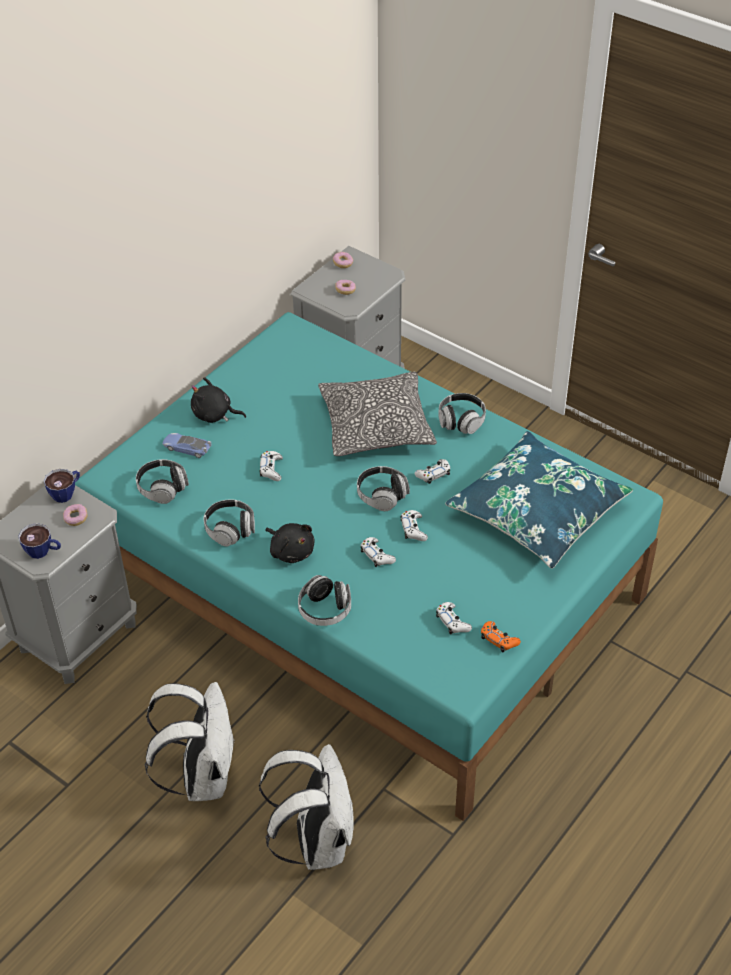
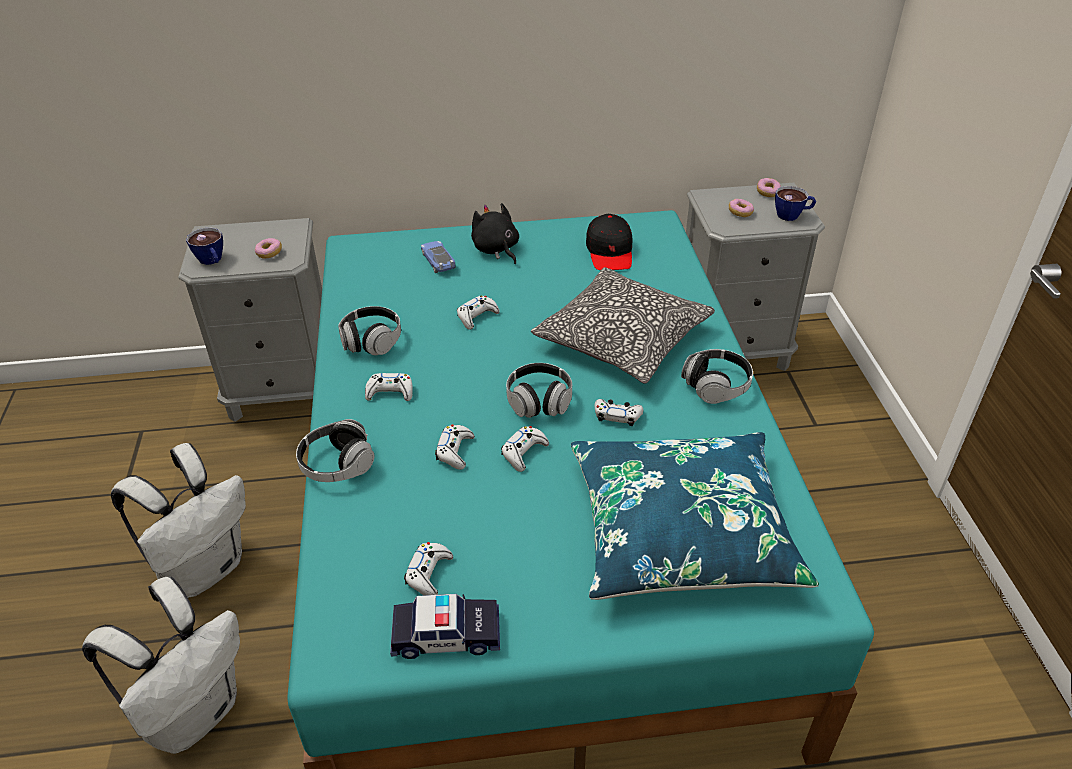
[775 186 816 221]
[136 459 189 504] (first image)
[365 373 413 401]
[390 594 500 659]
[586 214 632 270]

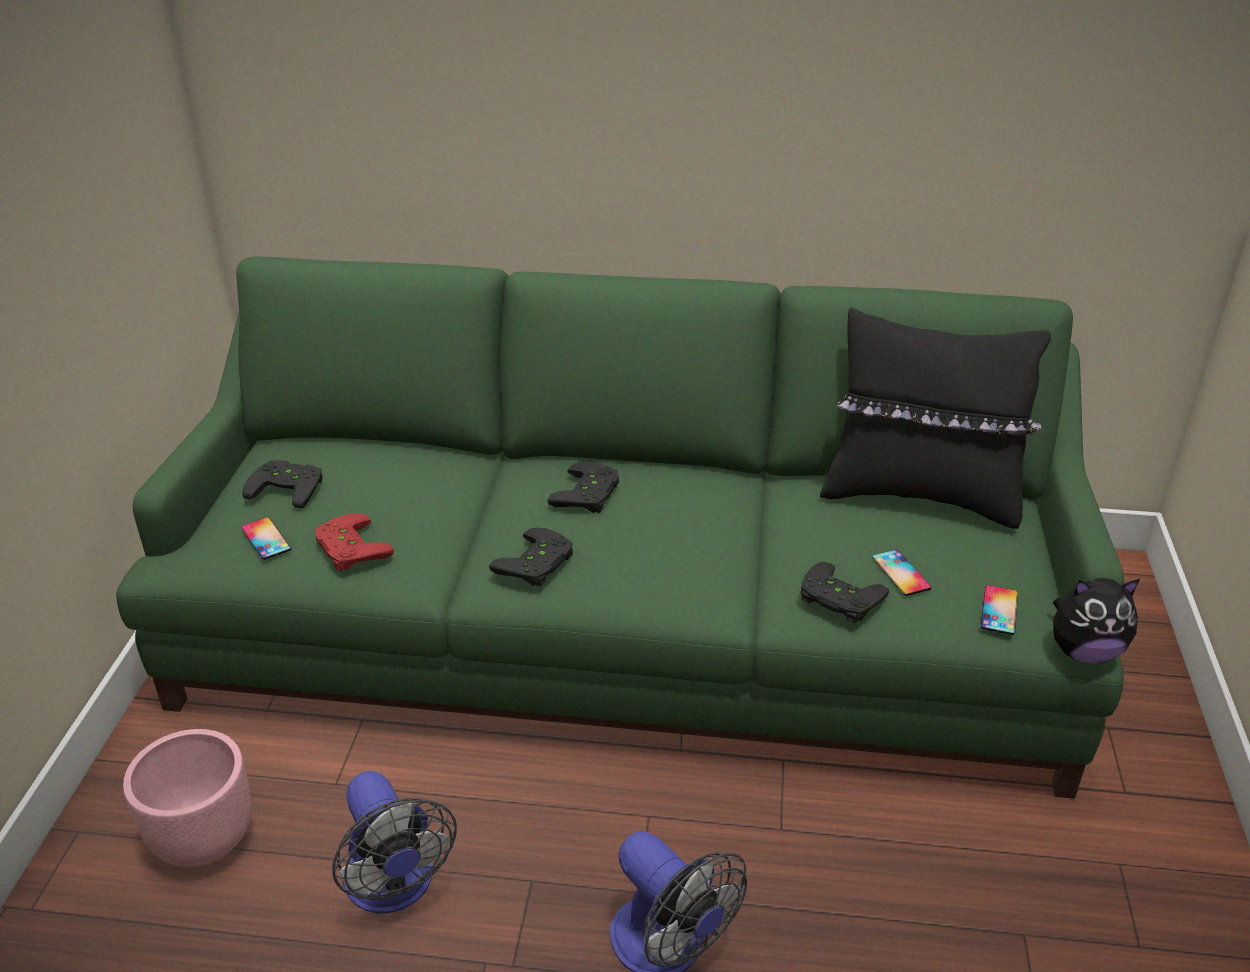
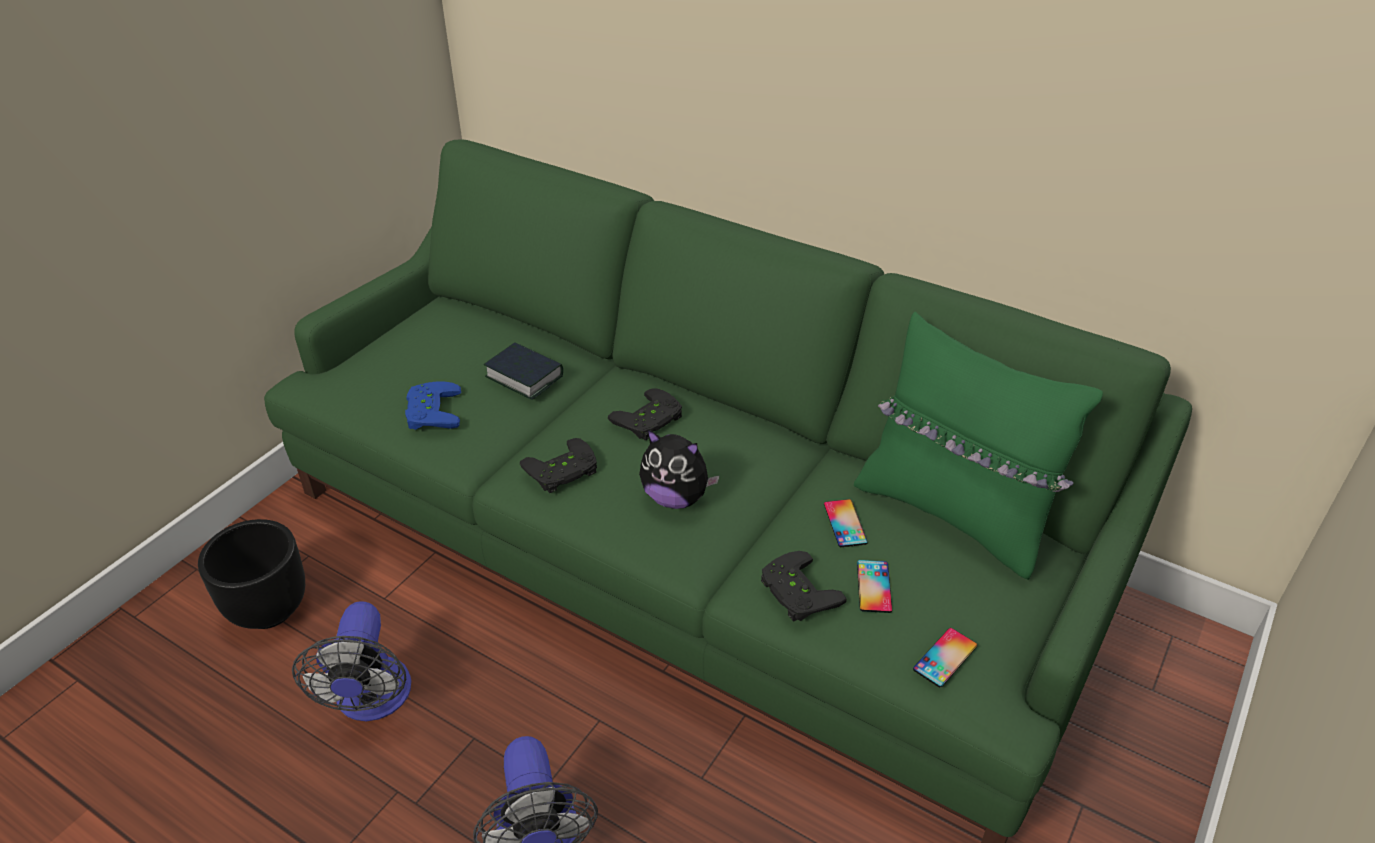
[198 519 305 629]
[824 499 868 547]
[242 460 323 508] (first image)
[405 381 461 430]
[854 312 1103 580]
[639 429 720 509]
[484 342 563 400]

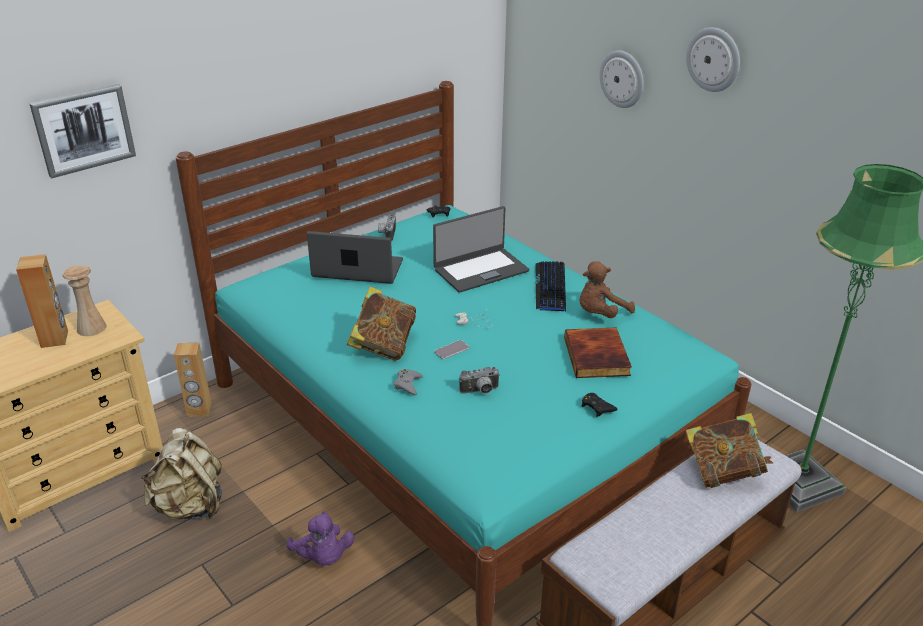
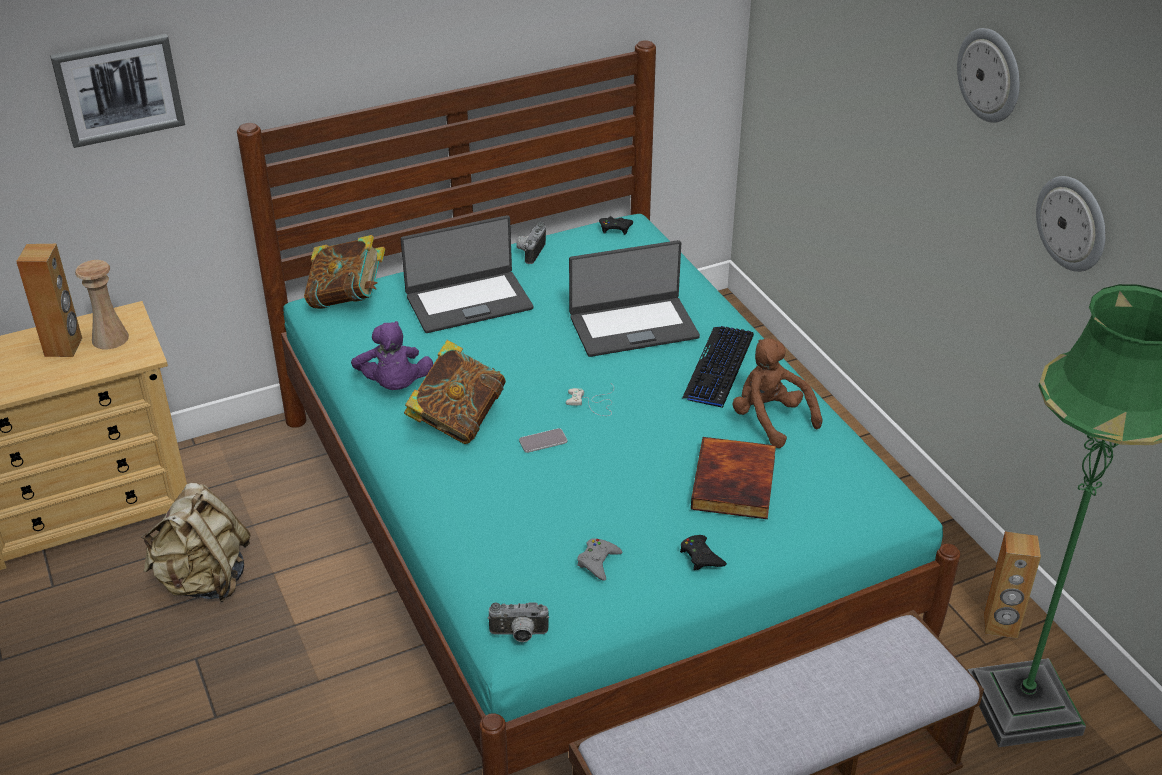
[984 532 1041 638]
[351 321 433 390]
[400 215 534 333]
[577 539 622 581]
[488 602 549 642]
[733 338 823 448]
[1036 176 1106 272]
[304 235 385 309]

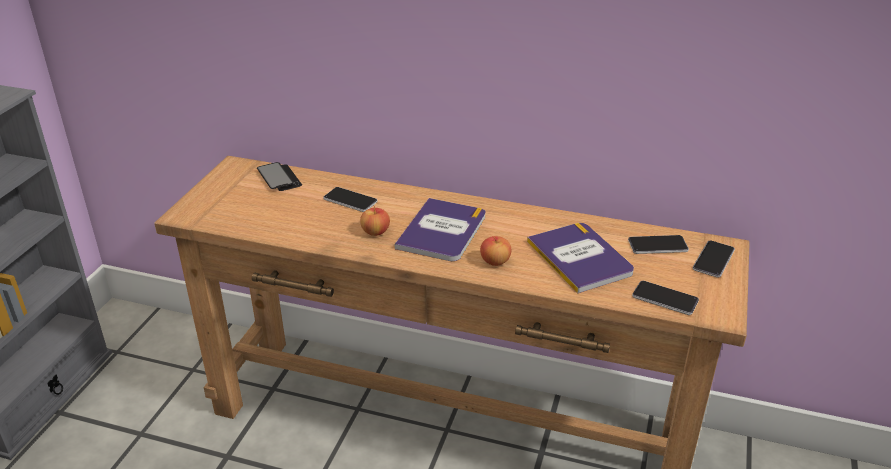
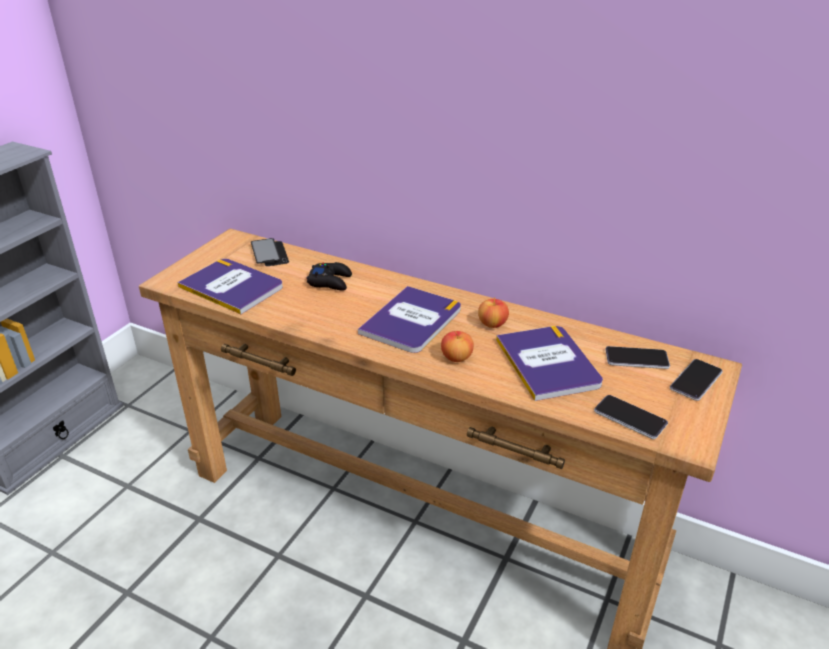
[307 262 352 291]
[478 297 509 328]
[178 259 283 314]

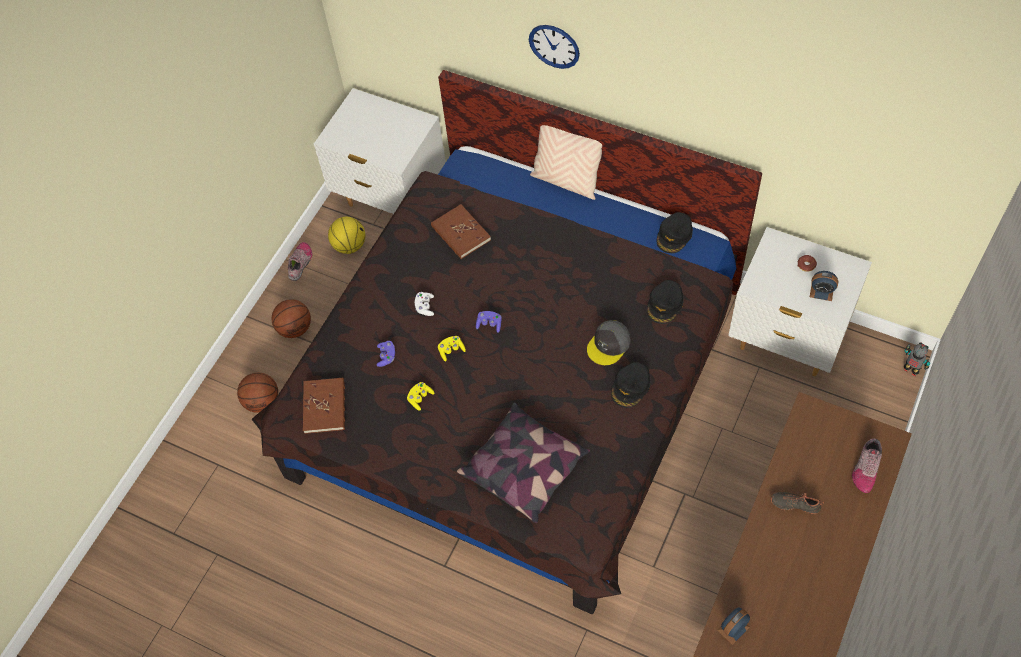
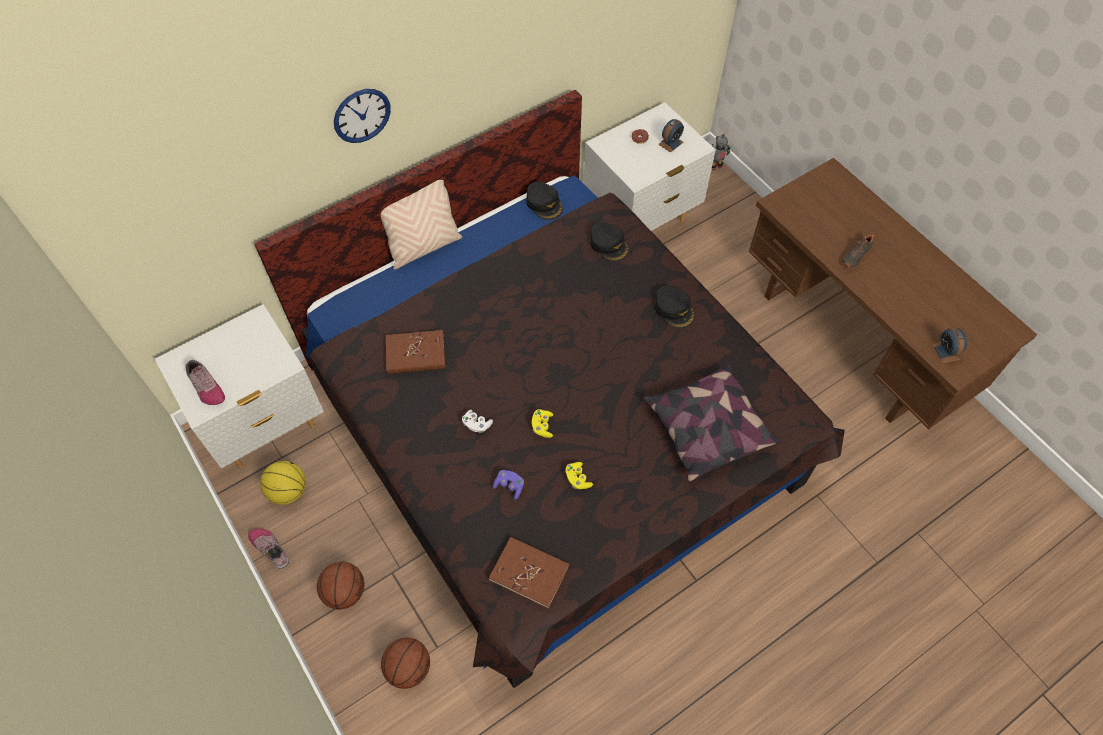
[476 311 502 333] (first image)
[587 320 631 365] (first image)
[186 360 225 405]

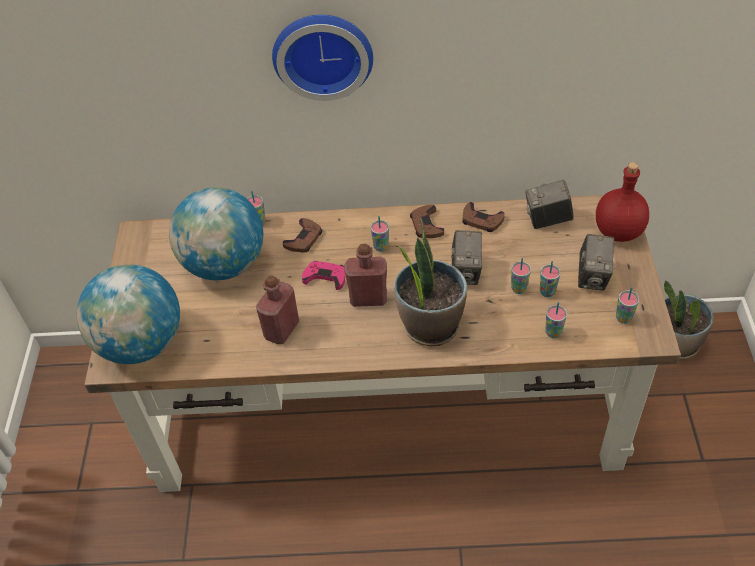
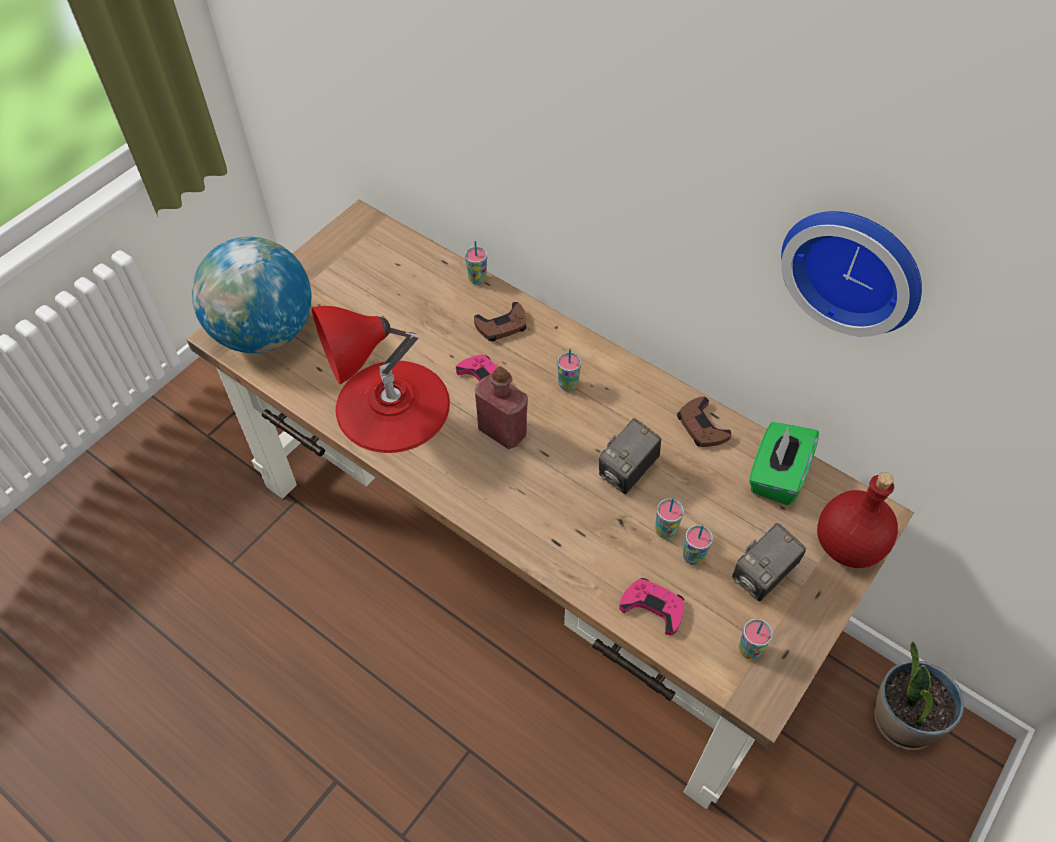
[169 187 263 280] (first image)
[311 306 450 453]
[781 211 922 337]
[394 218 467 346] (first image)
[410 205 444 238] (first image)
[749 422 819 505]
[619 578 684 635]

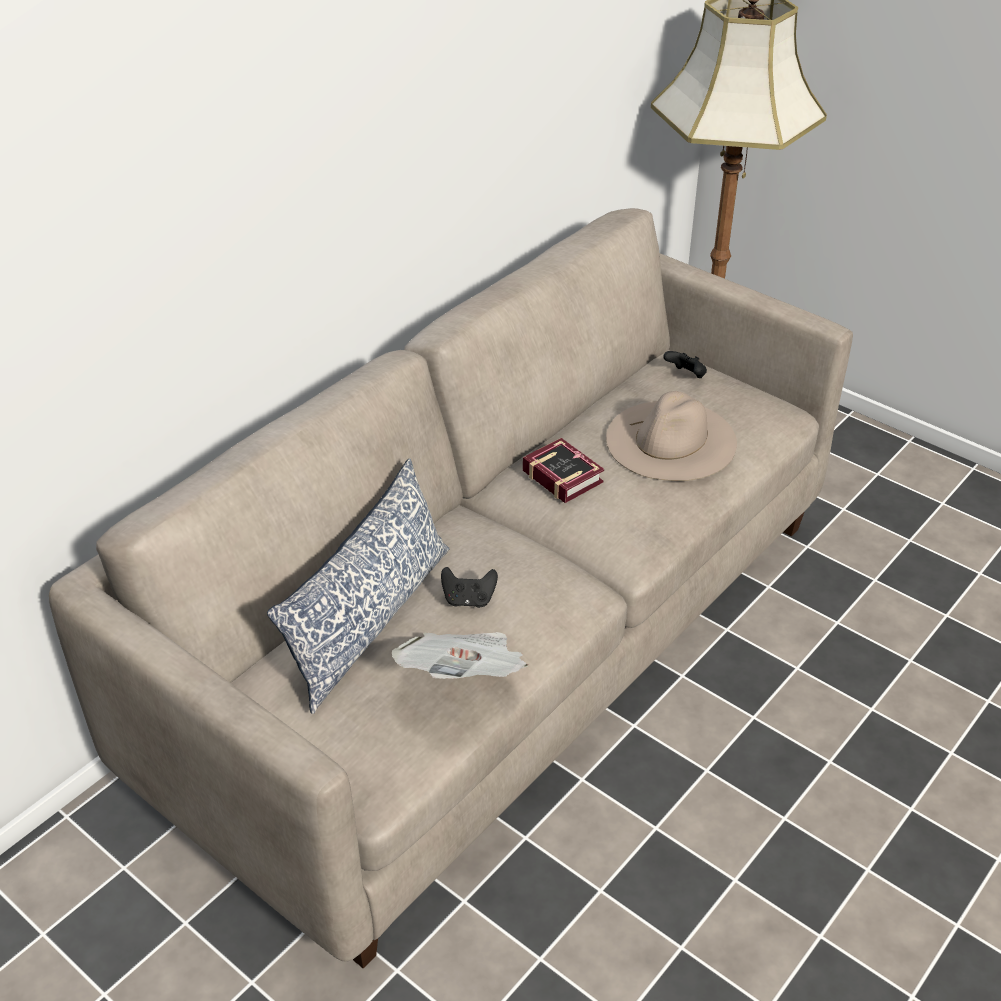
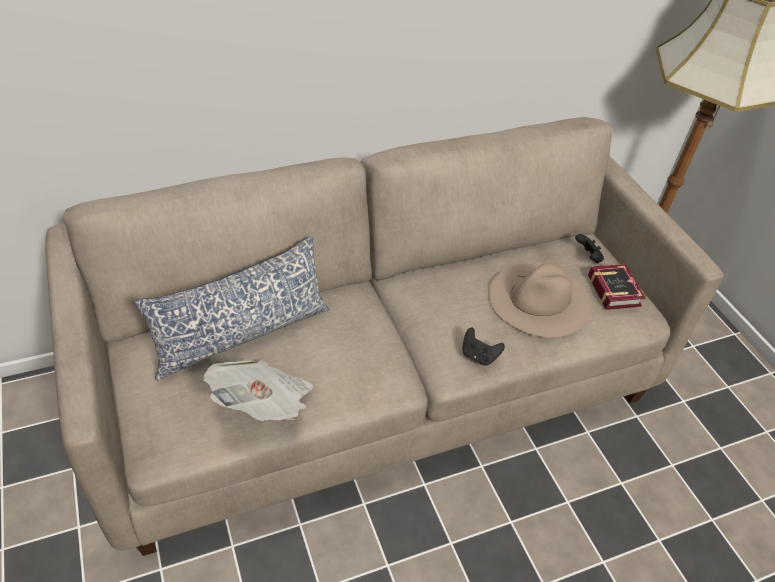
[462 328 505 366]
[588 264 645 310]

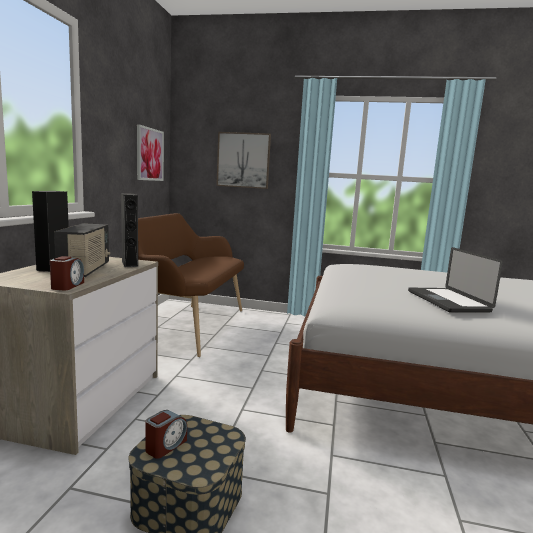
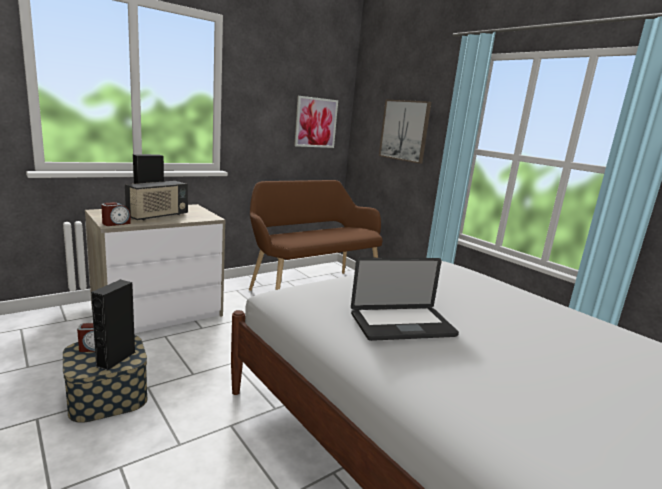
[91 280 135 371]
[351 258 459 341]

